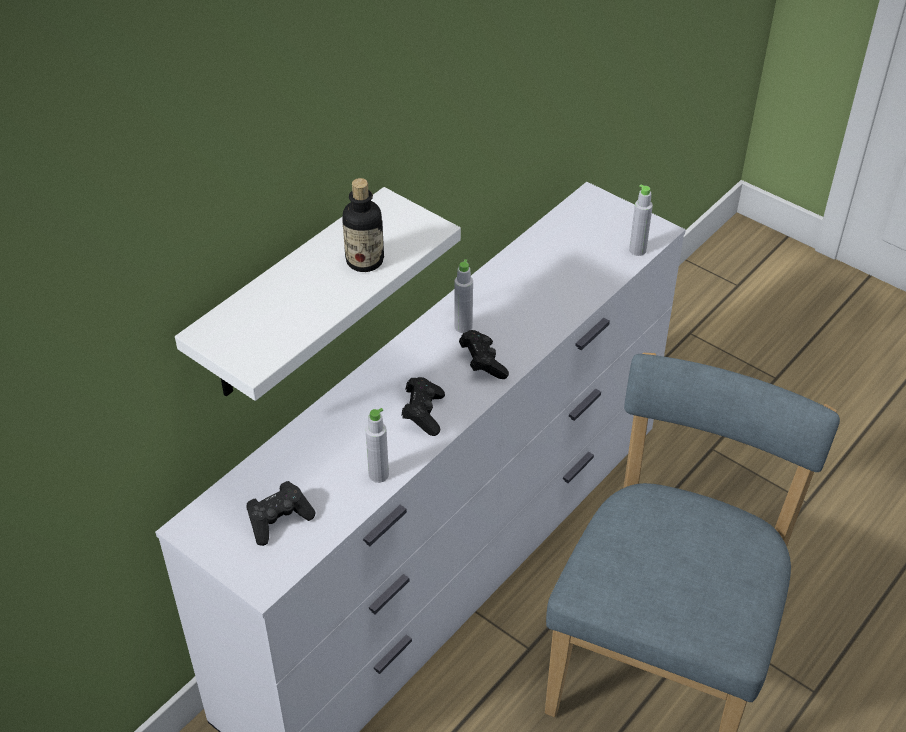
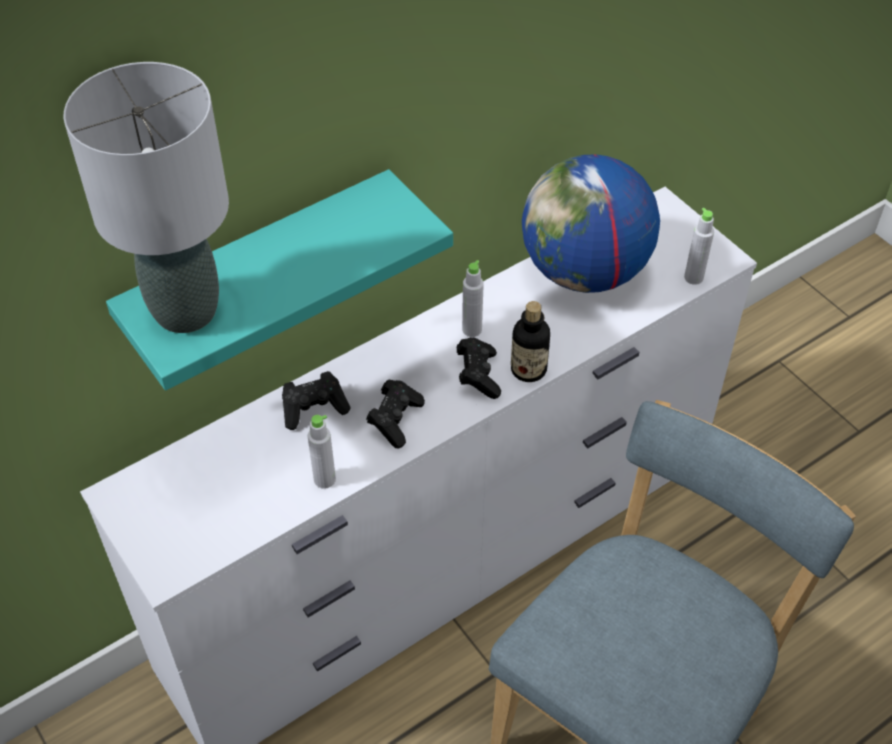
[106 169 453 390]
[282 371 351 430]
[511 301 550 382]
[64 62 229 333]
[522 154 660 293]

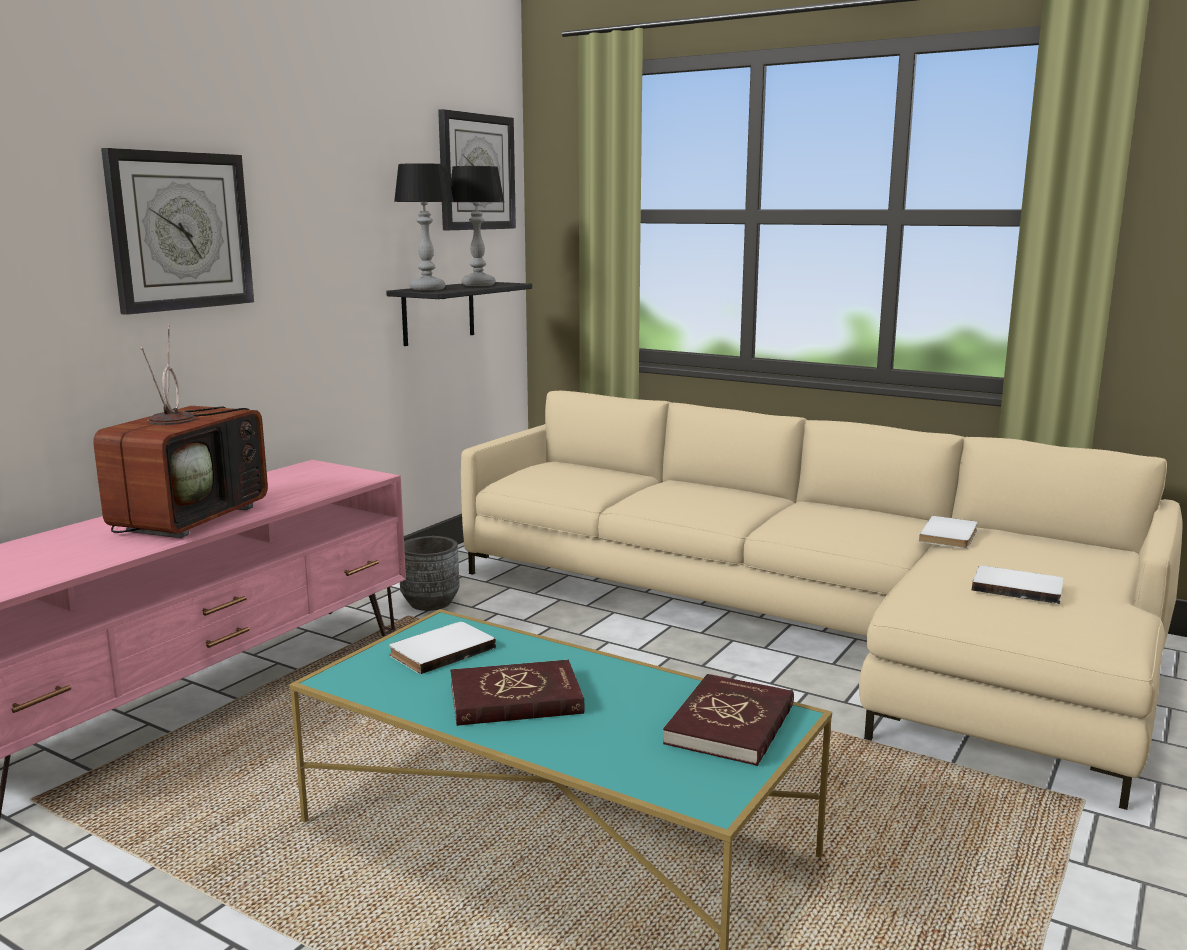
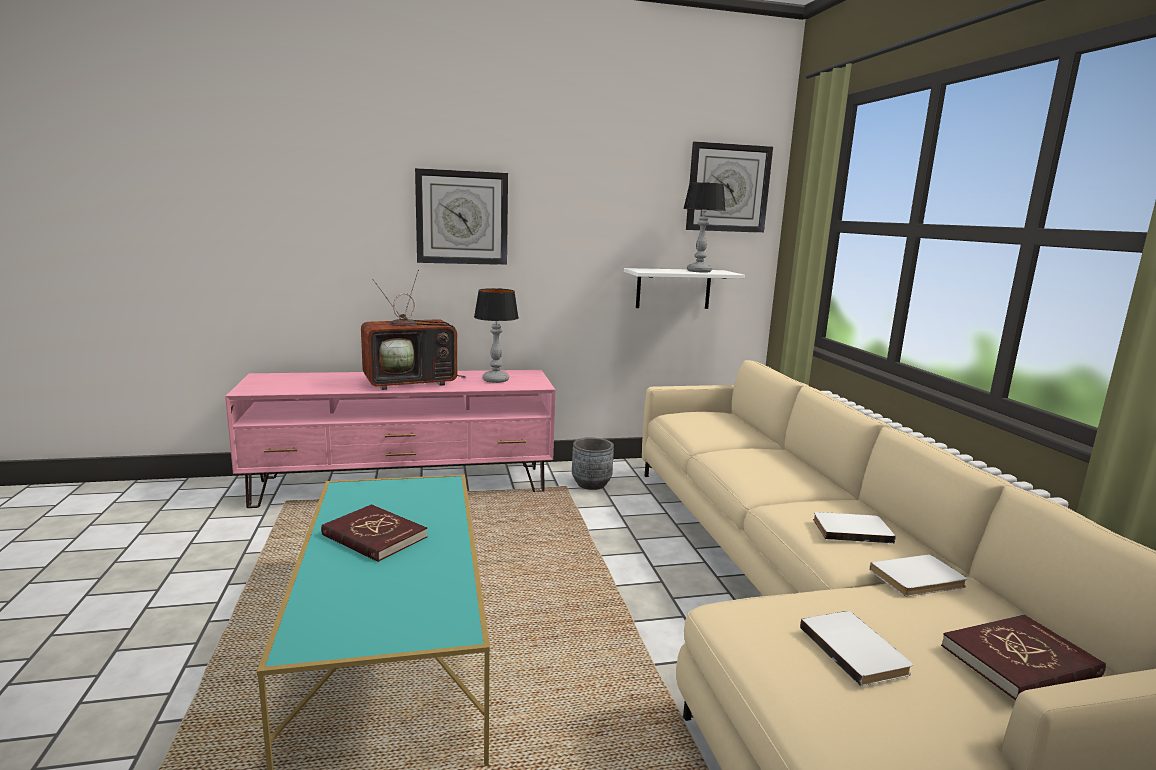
[624 268 745 309]
[813 512 896 543]
[474 288 519 383]
[941 615 1106 701]

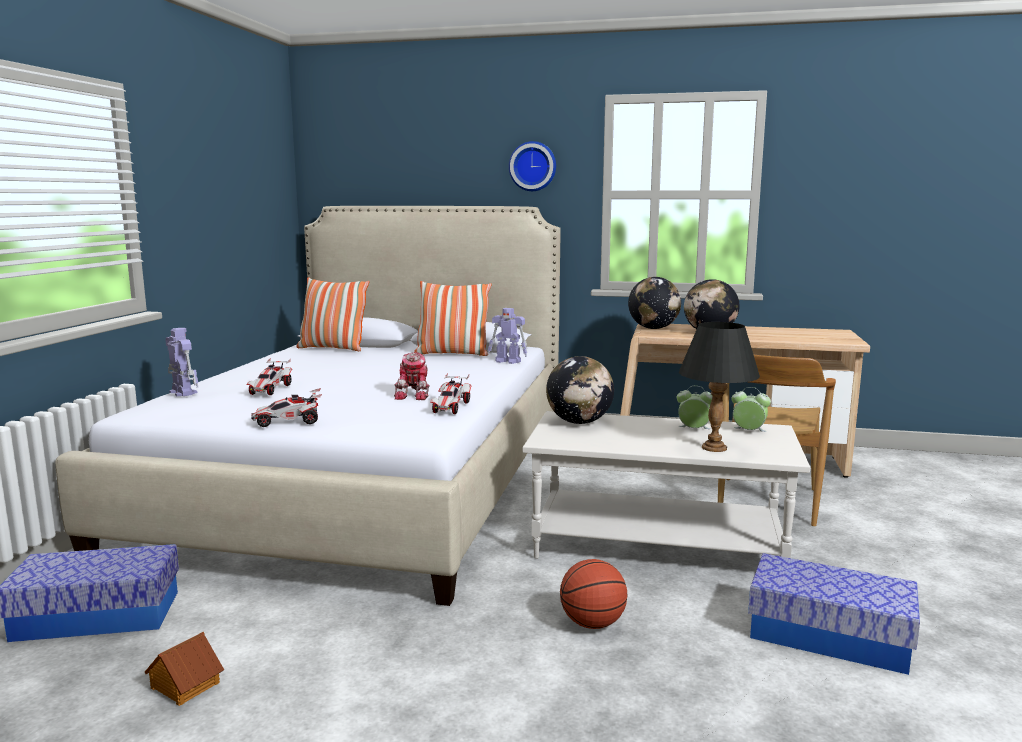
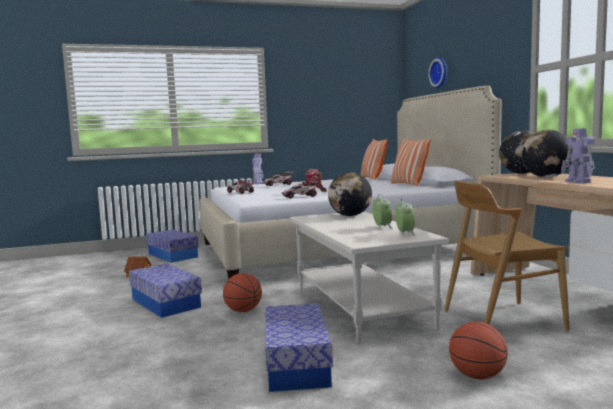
[561 129 595 183]
[428 57 447 88]
[679 322 760 452] (first image)
[129 263 202 318]
[449 322 508 379]

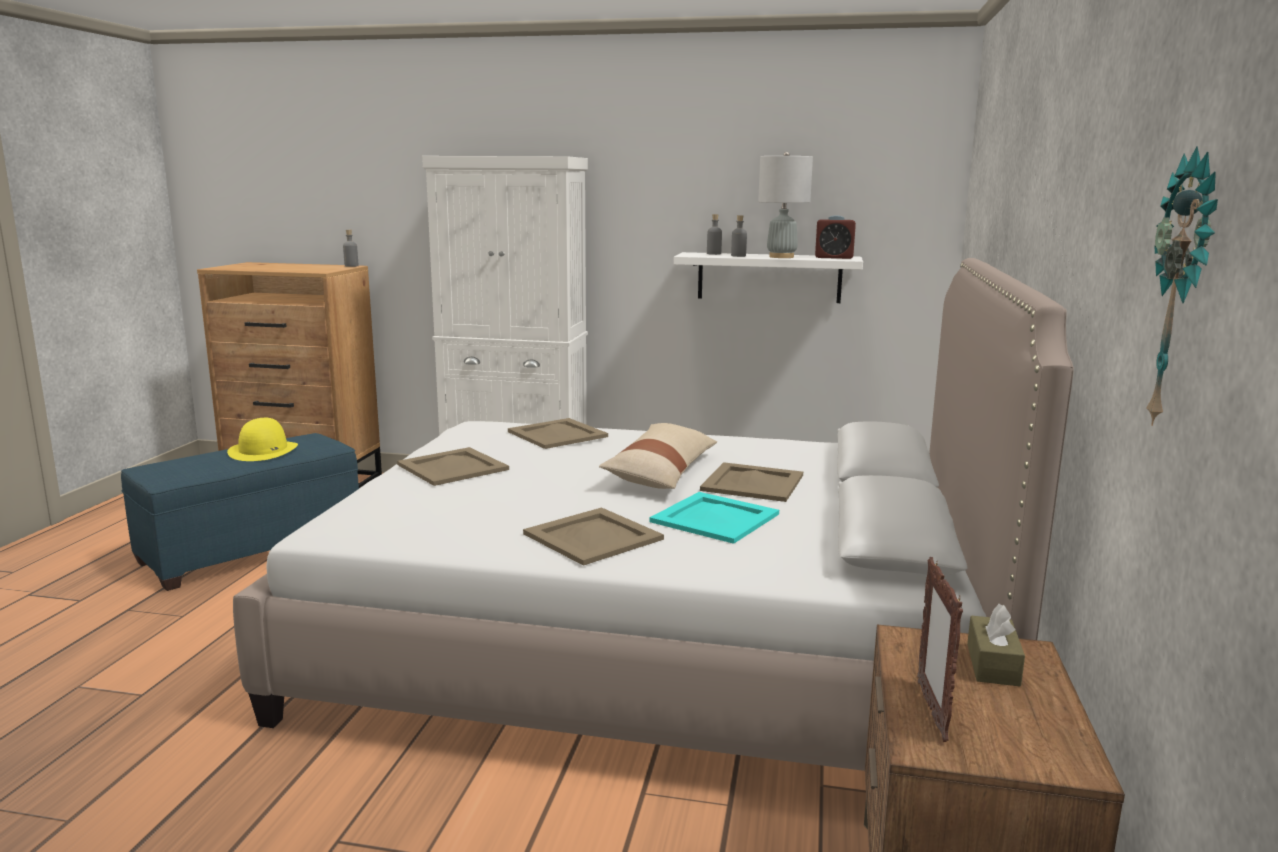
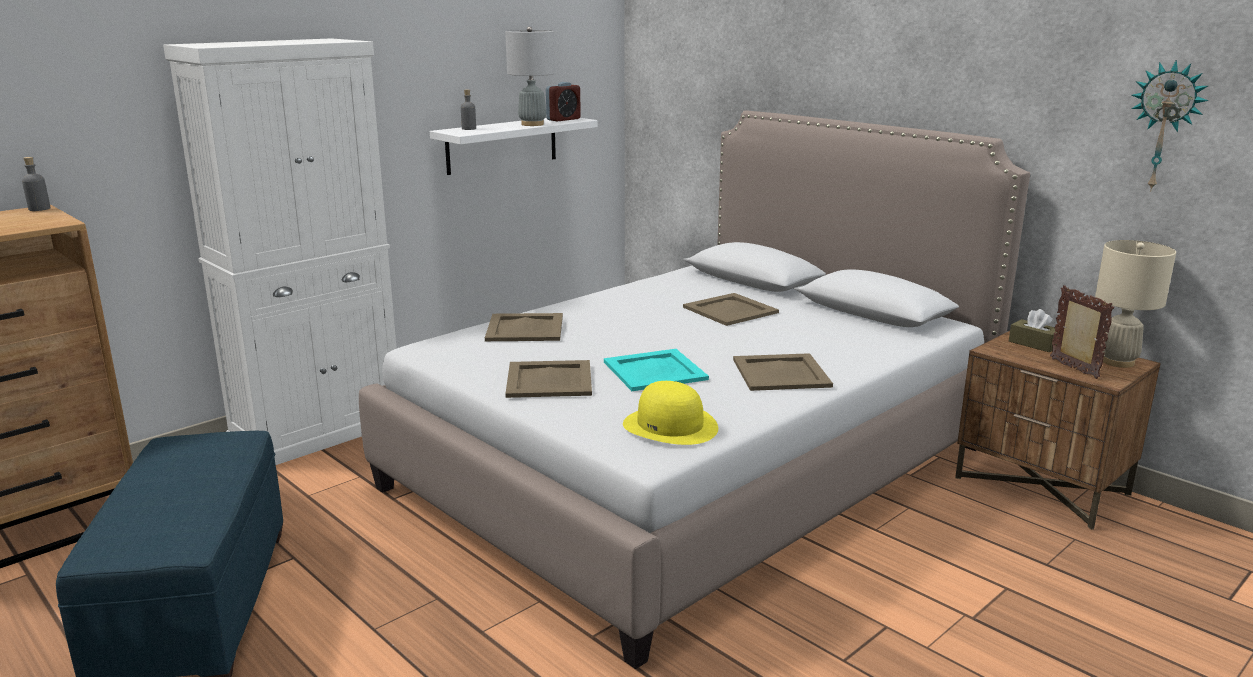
[623 381 718 445]
[599 423 717 489] (first image)
[604 349 709 391]
[731 215 747 257] (first image)
[1050 285 1114 379]
[1095 240 1176 368]

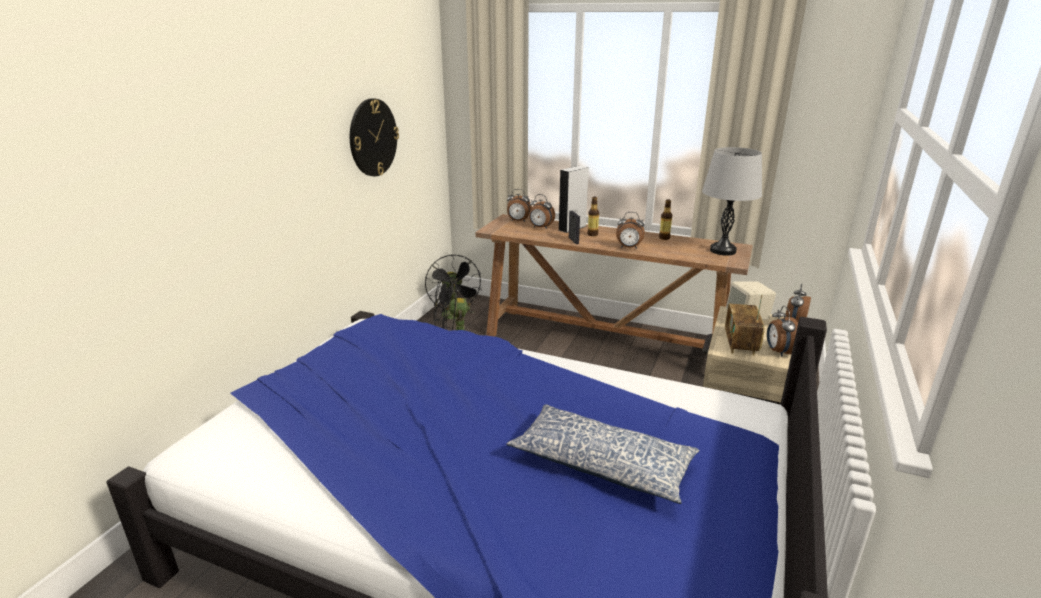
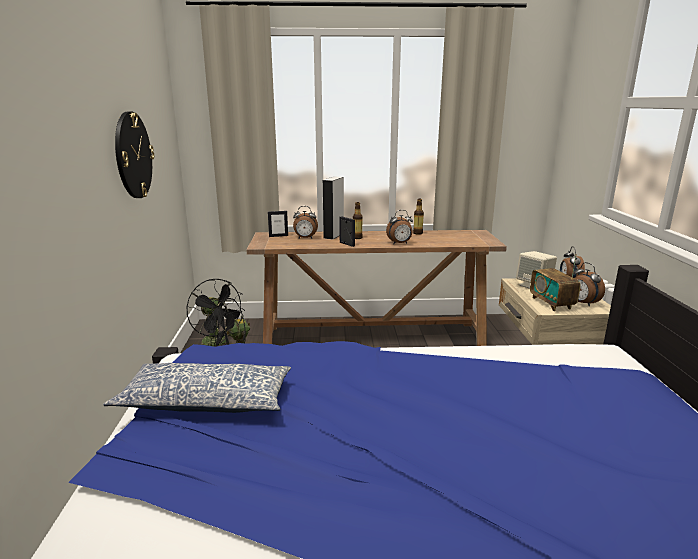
[268 211 288 237]
[103 363 291 413]
[702 147 762 256] (first image)

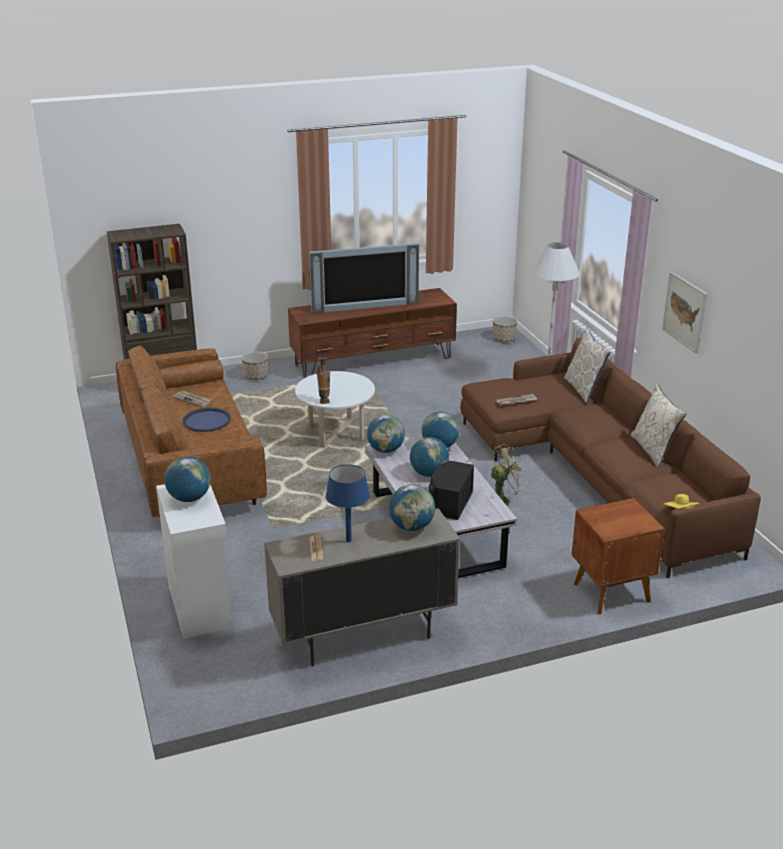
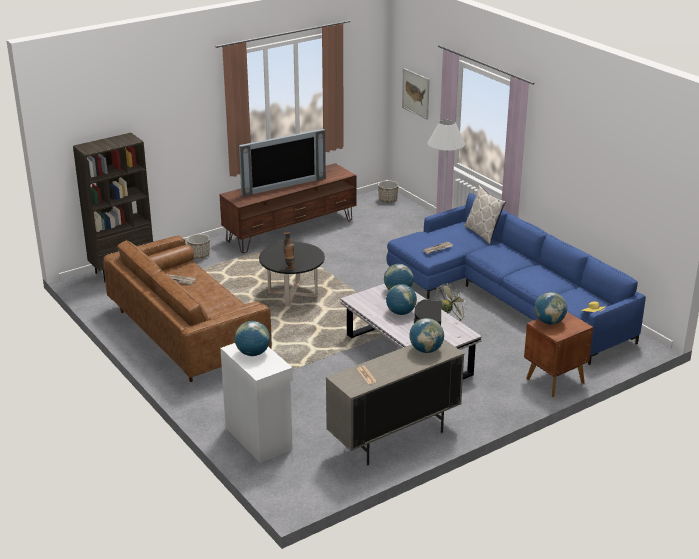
[183 408 231 432] (first image)
[259 242 325 306]
[326 464 370 542] (first image)
[535 292 567 324]
[386 193 646 365]
[630 384 687 468] (first image)
[402 68 430 120]

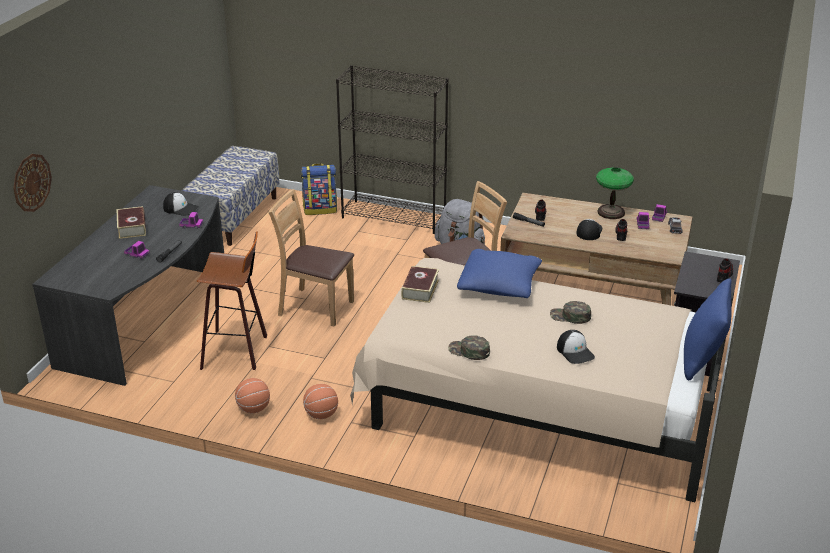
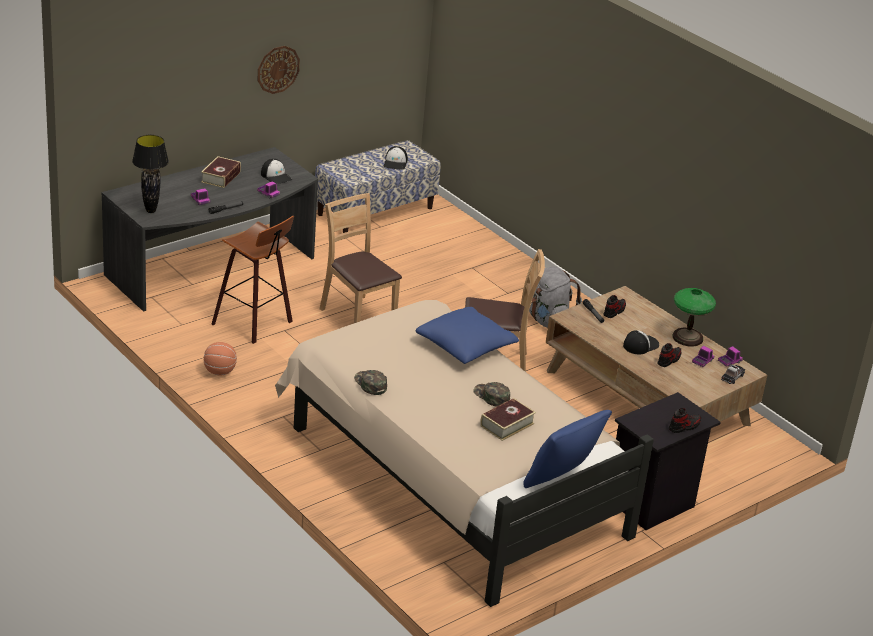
[258 46 300 94]
[301 163 337 215] (first image)
[303 384 338 419] (first image)
[336 65 449 234] (first image)
[480 398 536 441]
[384 146 408 170]
[132 135 169 213]

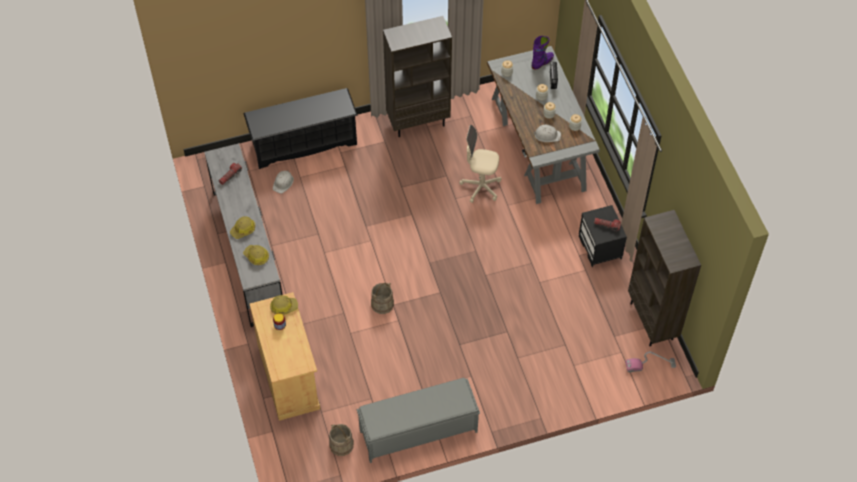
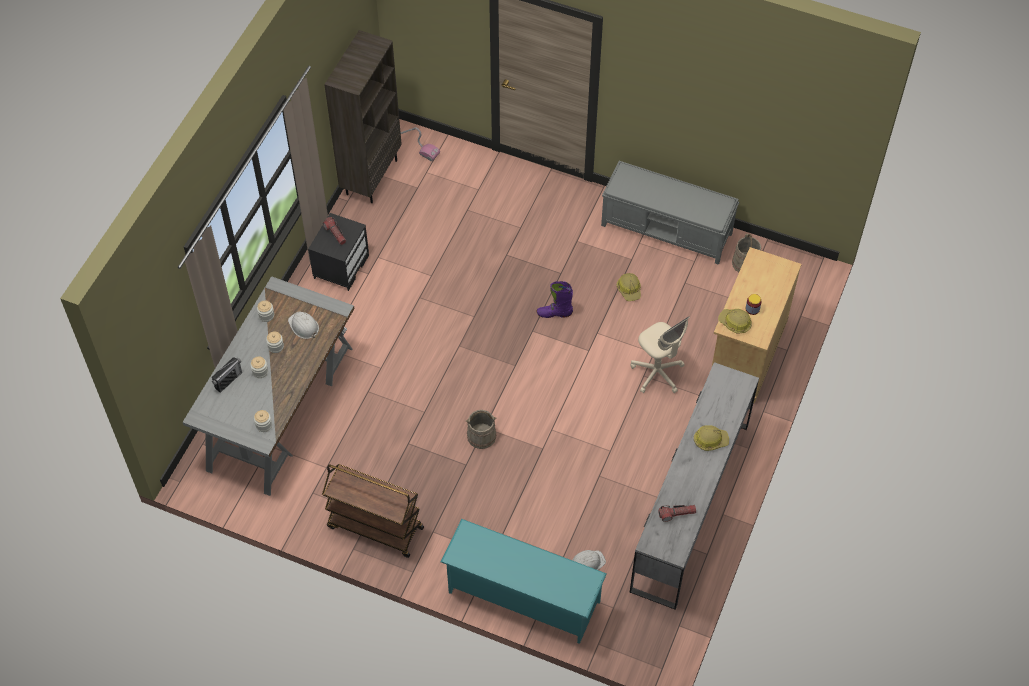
[617 273 641 301]
[441 519 607 644]
[466 410 497 449]
[322 464 424 558]
[630 317 689 393]
[537 281 573 318]

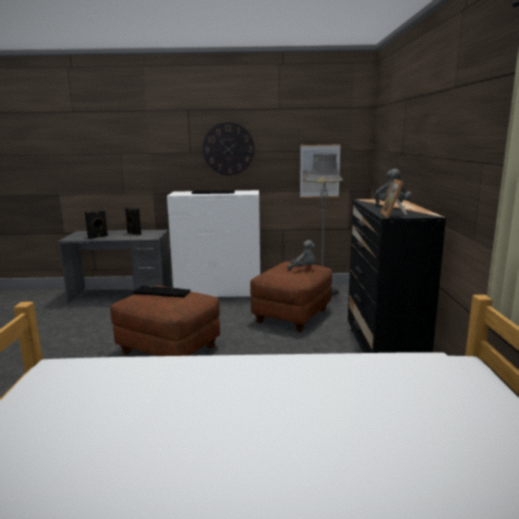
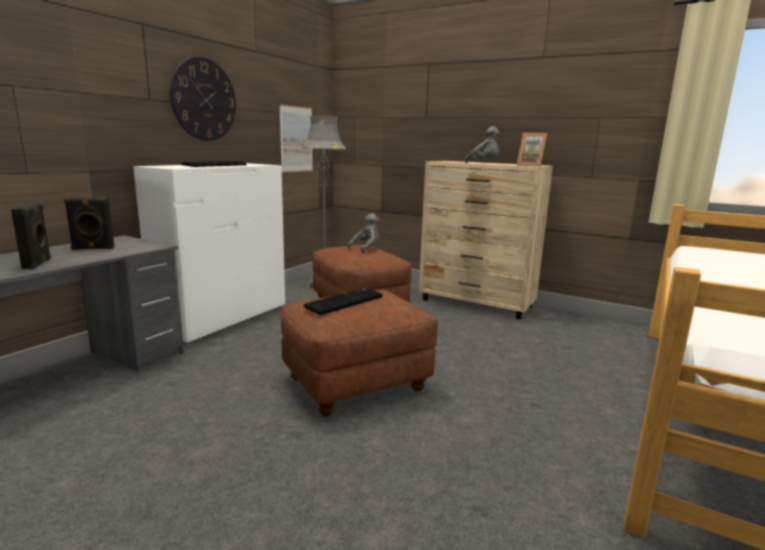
[419 161 553 319]

